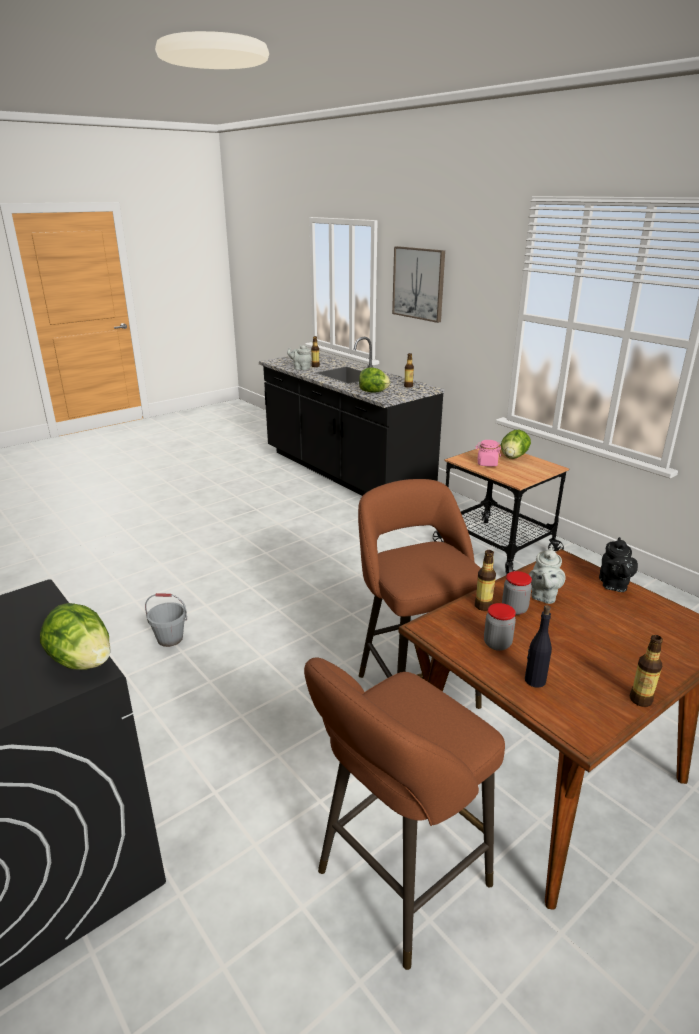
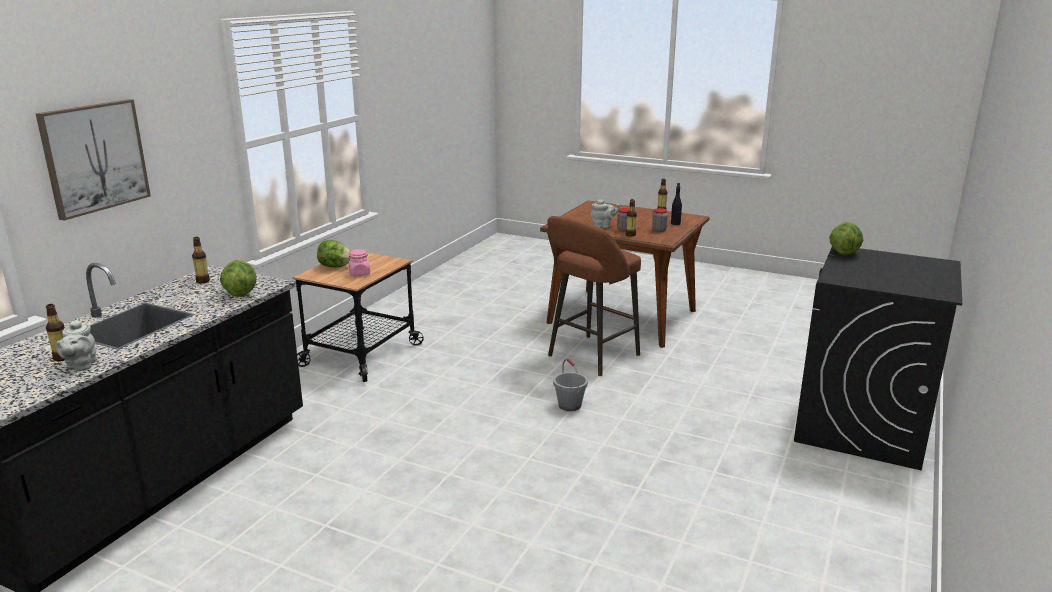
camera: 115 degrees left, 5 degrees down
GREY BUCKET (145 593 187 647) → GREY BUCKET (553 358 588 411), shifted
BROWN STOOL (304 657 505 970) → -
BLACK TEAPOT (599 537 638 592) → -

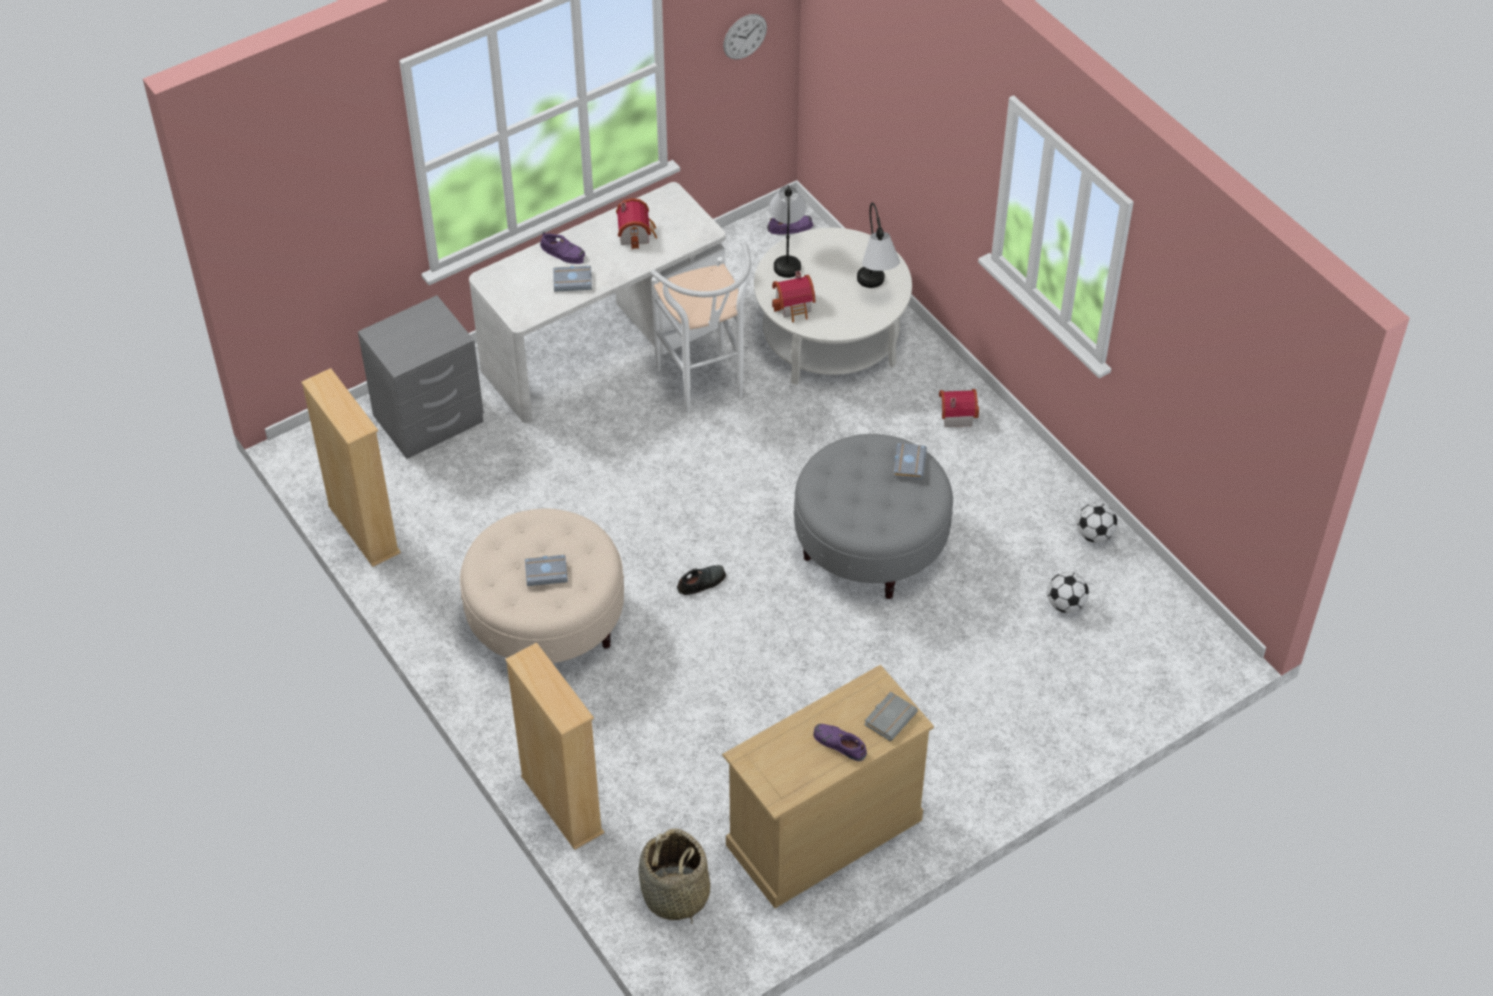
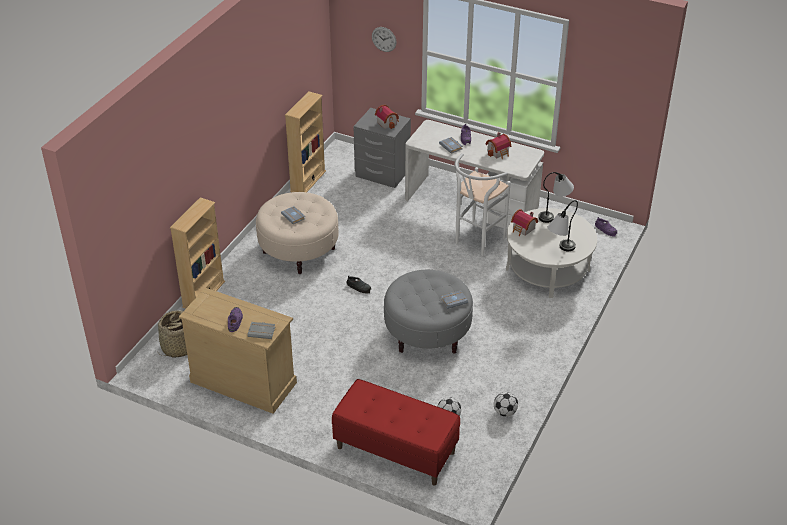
camera: 60 degrees right, 10 degrees down
WALL CLOCK (723 14 767 60) → WALL CLOCK (372 27 397 52), shifted
TOY HOUSE (939 389 979 427) → TOY HOUSE (375 105 399 129), shifted
- → RED BENCH (332 379 460 486)

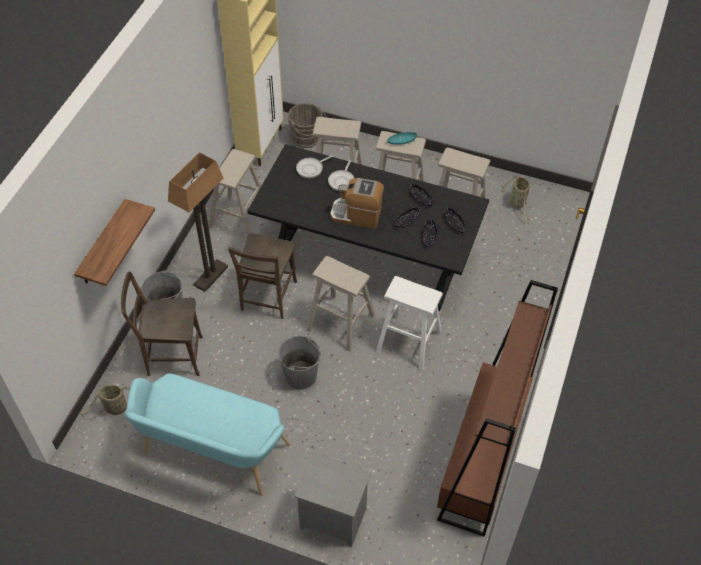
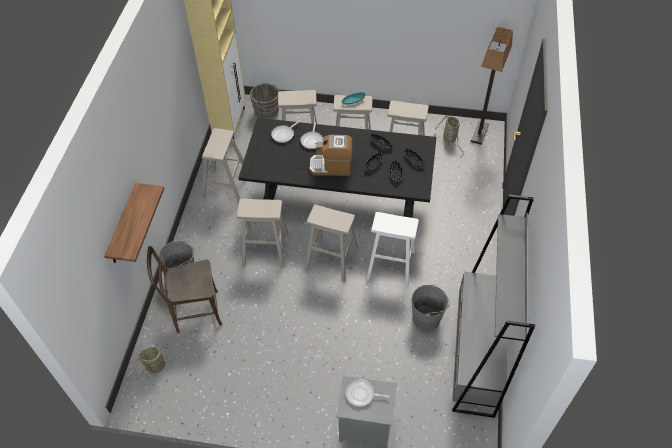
camera: 10 degrees left, 0 degrees up
TURQUOISE BENCH (125 373 290 496) → -
FLOOR LAMP (168 152 228 292) → FLOOR LAMP (471 26 513 145), shifted
BROWN CHAIR (228 234 297 319) → BEIGE STOOL (237 199 288 268)
GREY BUCKET (278 336 321 390) → GREY BUCKET (411 285 450 331), shifted
BROWN BOOKCASE (437 280 558 537) → GREY BOOKCASE (452 194 535 418)
- → FRYING PAN (345 379 390 407)

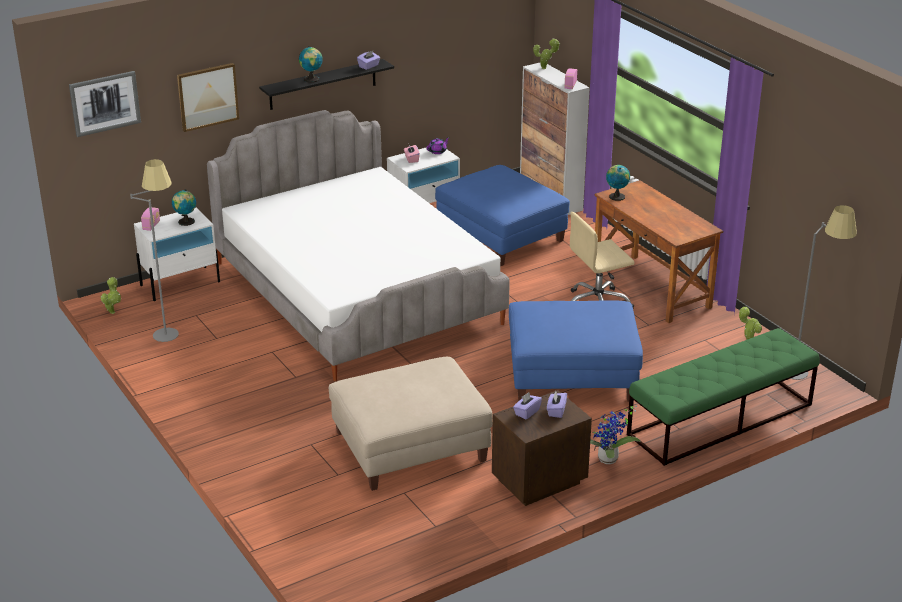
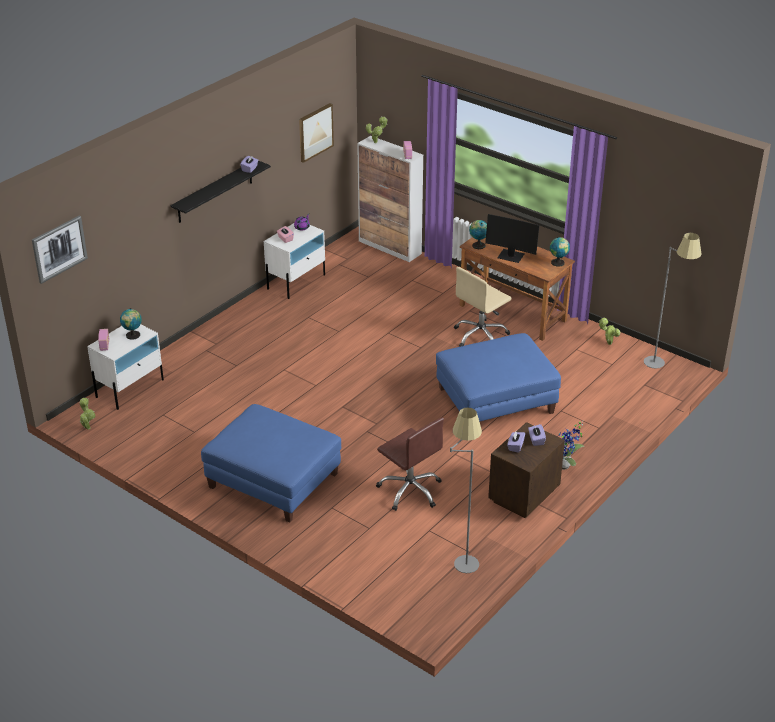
camera: 20 degrees left, 5 degrees up
GREY FLOOR LAMP (130 159 179 342) → GREY FLOOR LAMP (450 407 482 573), shifted
PICTURE (177 63 239 132) → PICTURE (299 103 334 163), shifted
BED (207 110 510 381) → -
GLOBE (299 46 323 83) → GLOBE (550 237 570 267), shifted
BEIGE OTTOMAN (329 357 493 491) → BROWN OFFICE CHAIR (376 417 444 511)
BLUE OTTOMAN (435 165 570 266) → BLUE OTTOMAN (201 404 341 523), shifted
GREEN BENCH (627 328 820 466) → -
- → MONITOR (485 214 540 263)

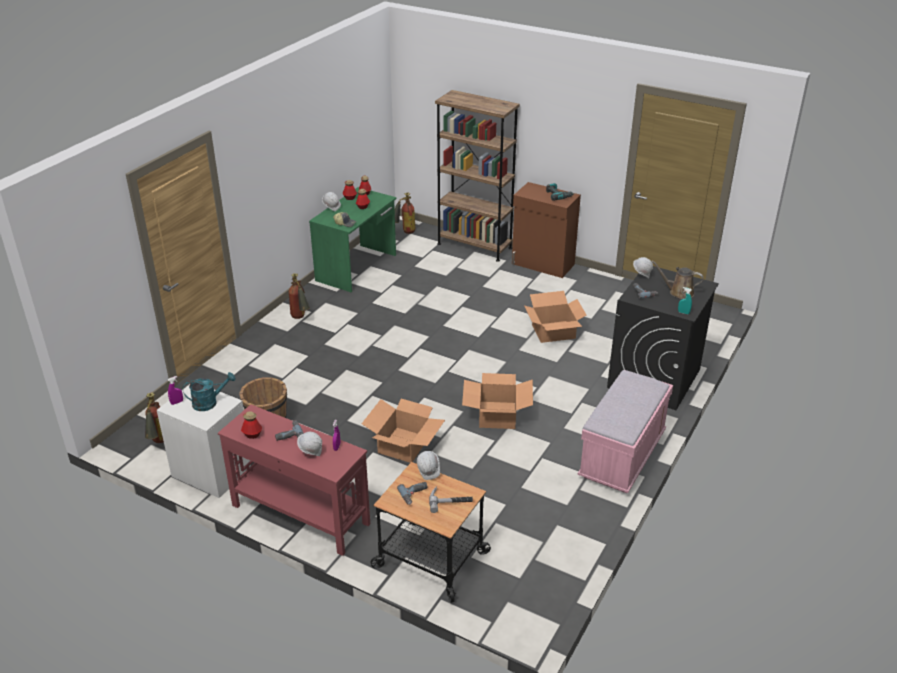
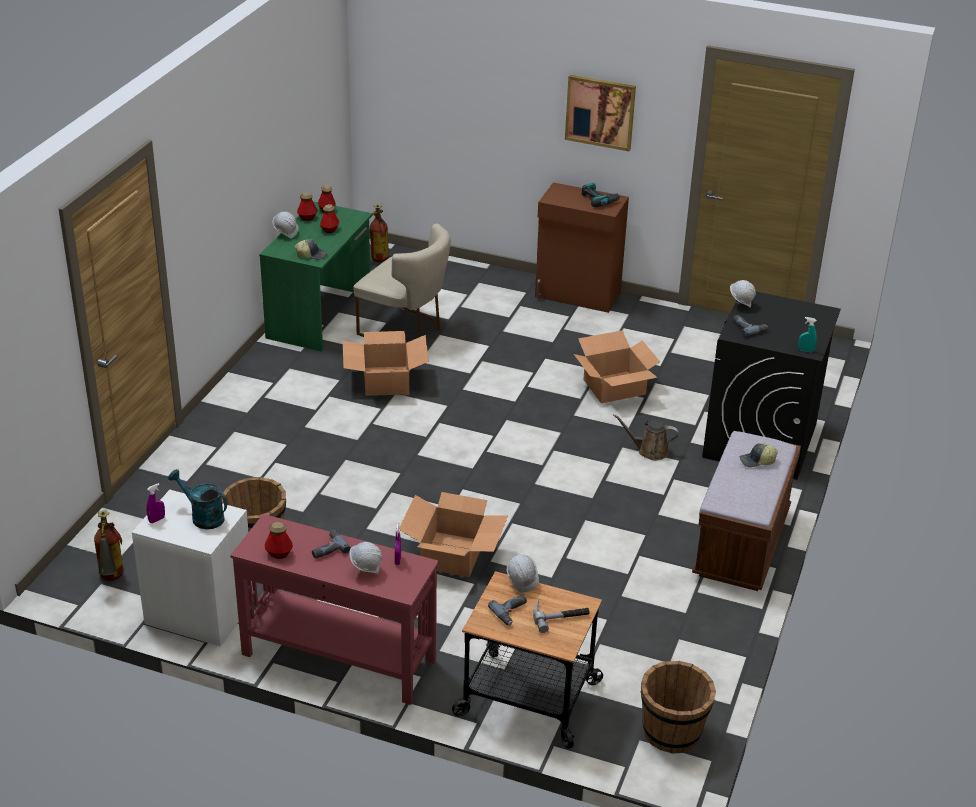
camera: 10 degrees left, 0 degrees up
TURQUOISE WATERING CAN (183 372 236 411) → TURQUOISE WATERING CAN (168 469 227 529), 120 degrees counterclockwise
FIRE EXTINGUISHER (289 273 310 319) → -
BROWN BOOKCASE (435 90 520 262) → -
CARDBOARD BOX (462 373 533 429) → CARDBOARD BOX (343 331 429 396), shifted
PINK BENCH (578 370 673 493) → BROWN BENCH (692 431 801 591)
BROWN WATERING CAN (651 261 703 299) → BROWN WATERING CAN (613 414 679 460), shifted
- → BEIGE CHAIR (353 224 451 337)
- → PICTURE (565 75 636 151)
- → BROWN BUCKET (641 661 716 754)
- → CAP (739 443 778 467)

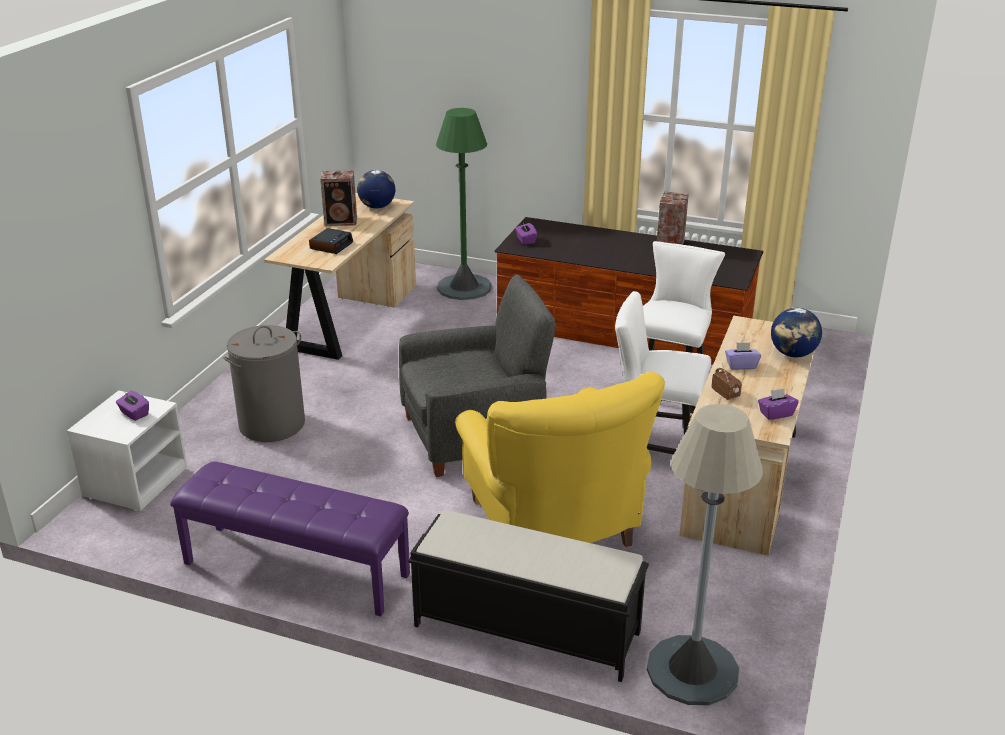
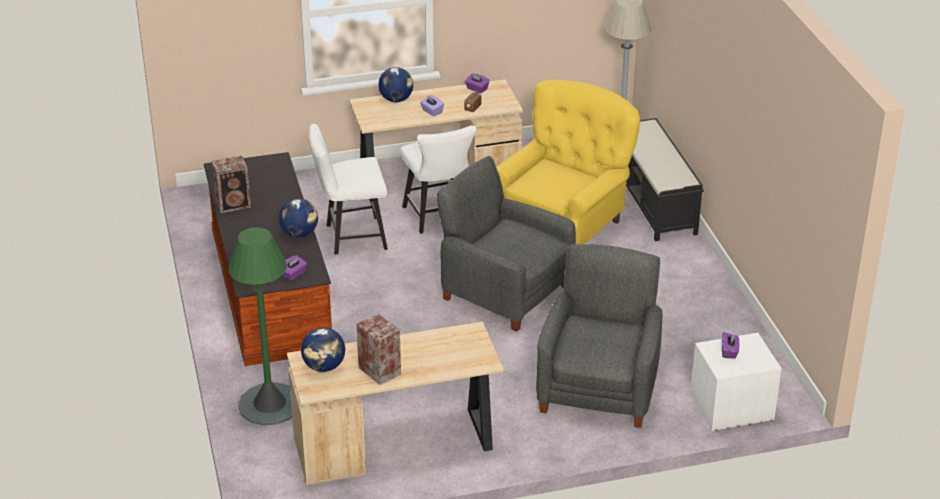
camera: 125 degrees left, 5 degrees up
PURPLE BENCH (170 461 410 616) → -
GREY LAUNDRY BASKET (223 325 305 442) → GREY ARMCHAIR (536 244 663 428)
ALARM CLOCK (309 228 353 254) → -
- → GLOBE (279 198 318 238)

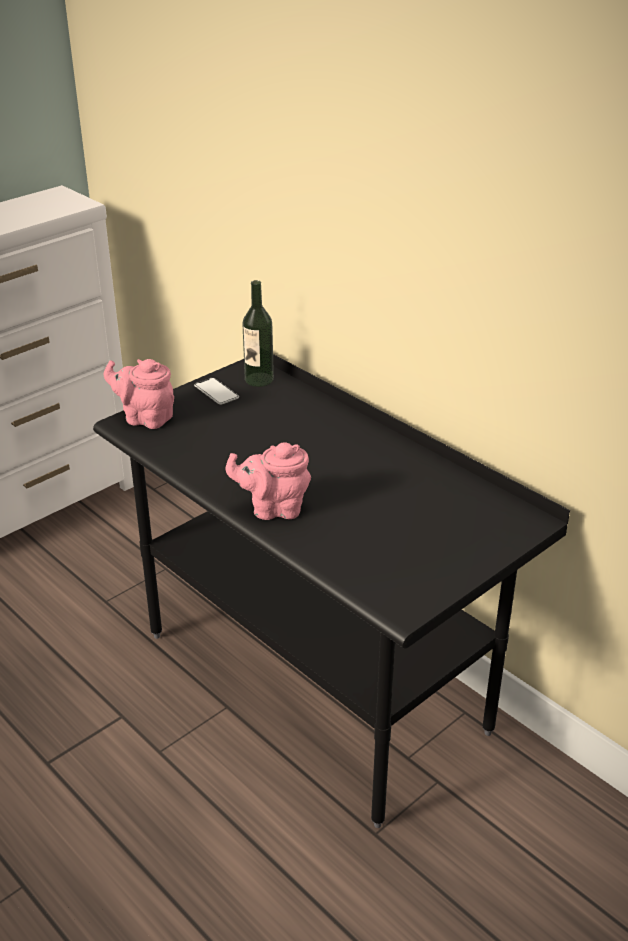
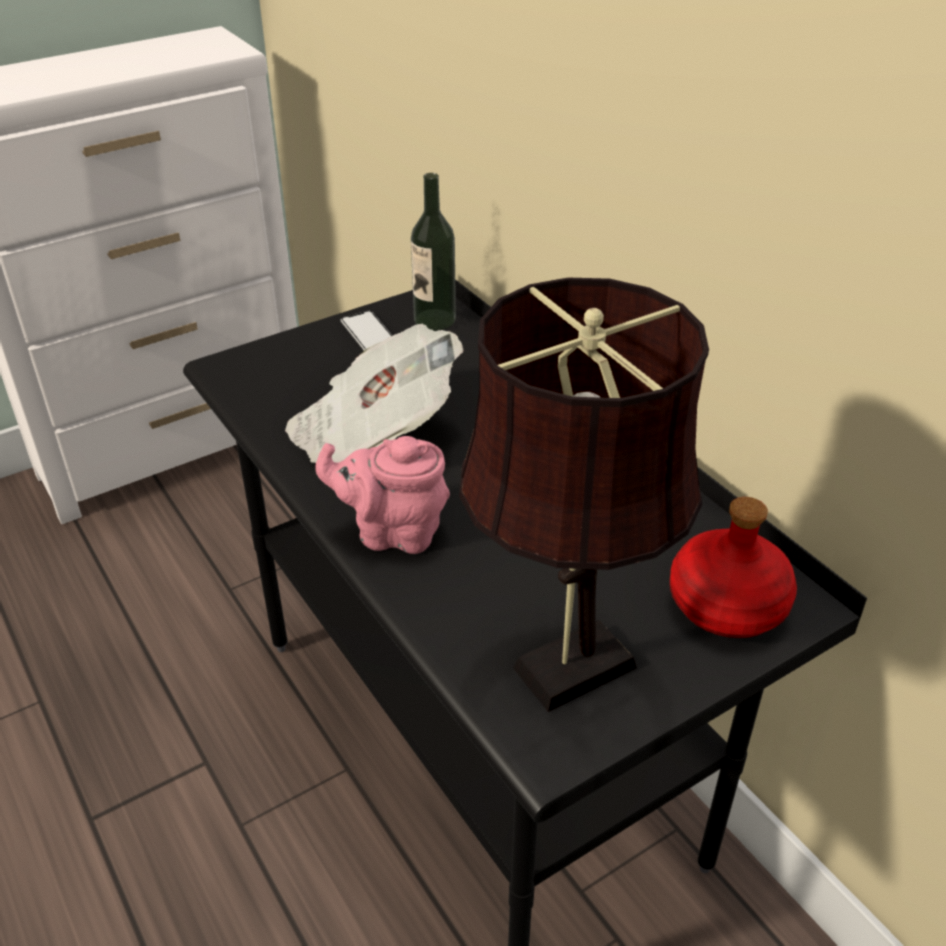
camera: 10 degrees right, 5 degrees up
PINK TEAPOT (104 359 174 429) → -
- → NEWSPAPER (285 323 463 463)
- → BROWN TABLE LAMP (459 278 709 712)
- → RED BOTTLE (670 497 797 638)

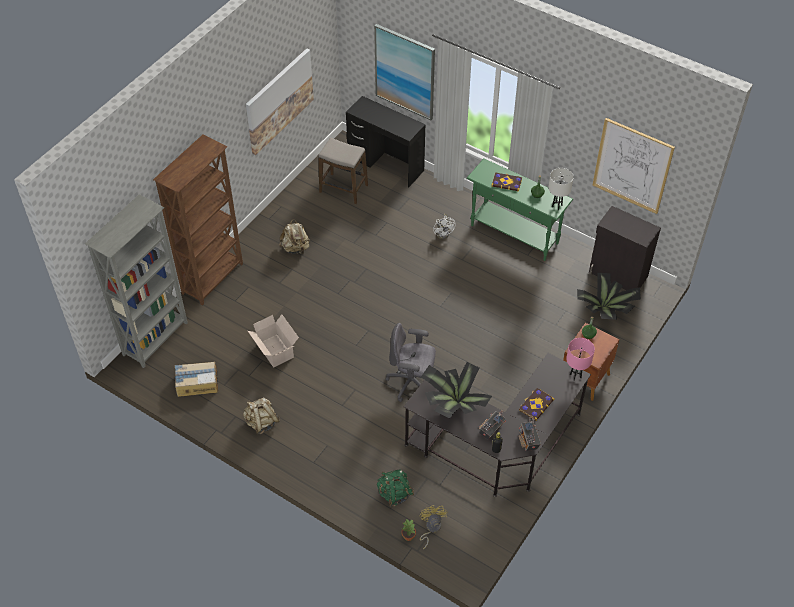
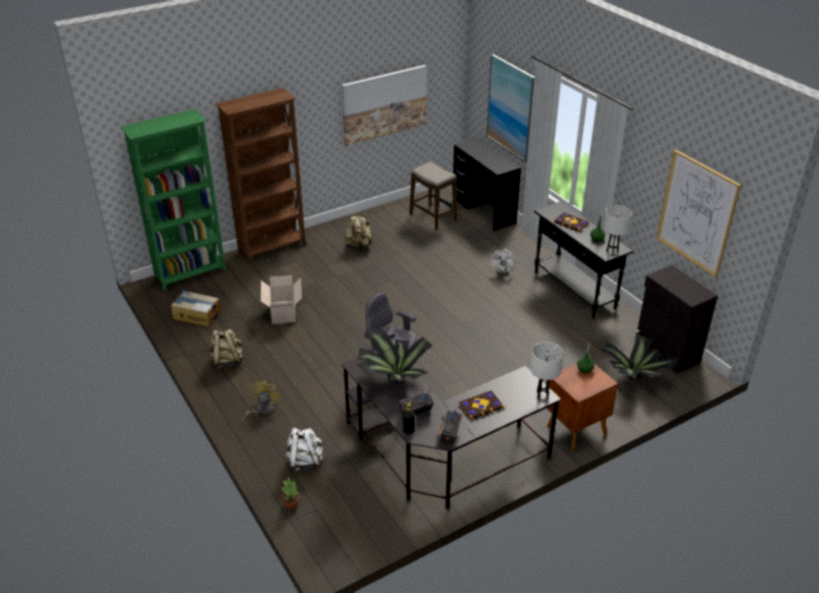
camera: 25 degrees right, 15 degrees down
GREY BOOKCASE (85 194 188 368) → GREEN BOOKCASE (121 109 226 291)
GREEN BACKPACK (377 469 414 507) → WHITE BACKPACK (286 428 325 471)
YELLOW FAN (420 505 447 549) → YELLOW FAN (241 380 281 423), shifted
GREEN CONSOLE TABLE (467 159 573 261) → BLACK CONSOLE TABLE (534 201 634 319)
PINK TABLE LAMP (566 338 595 381) → WHITE TABLE LAMP (530 342 564 399)

